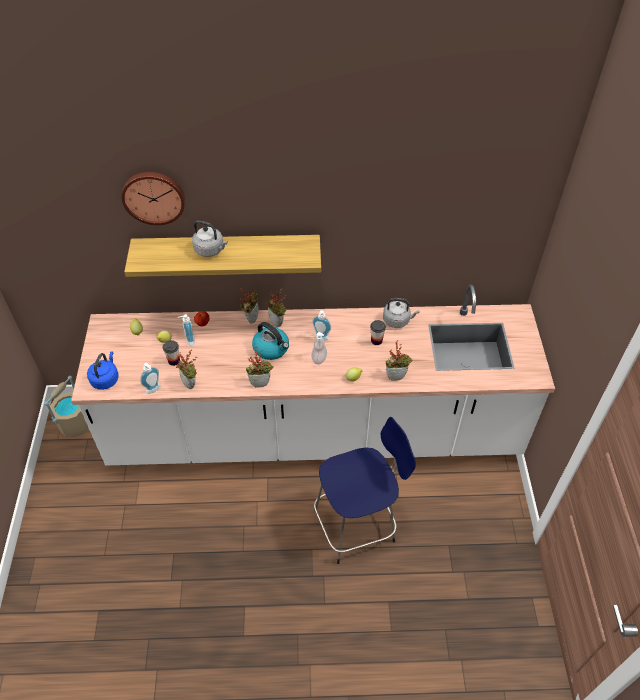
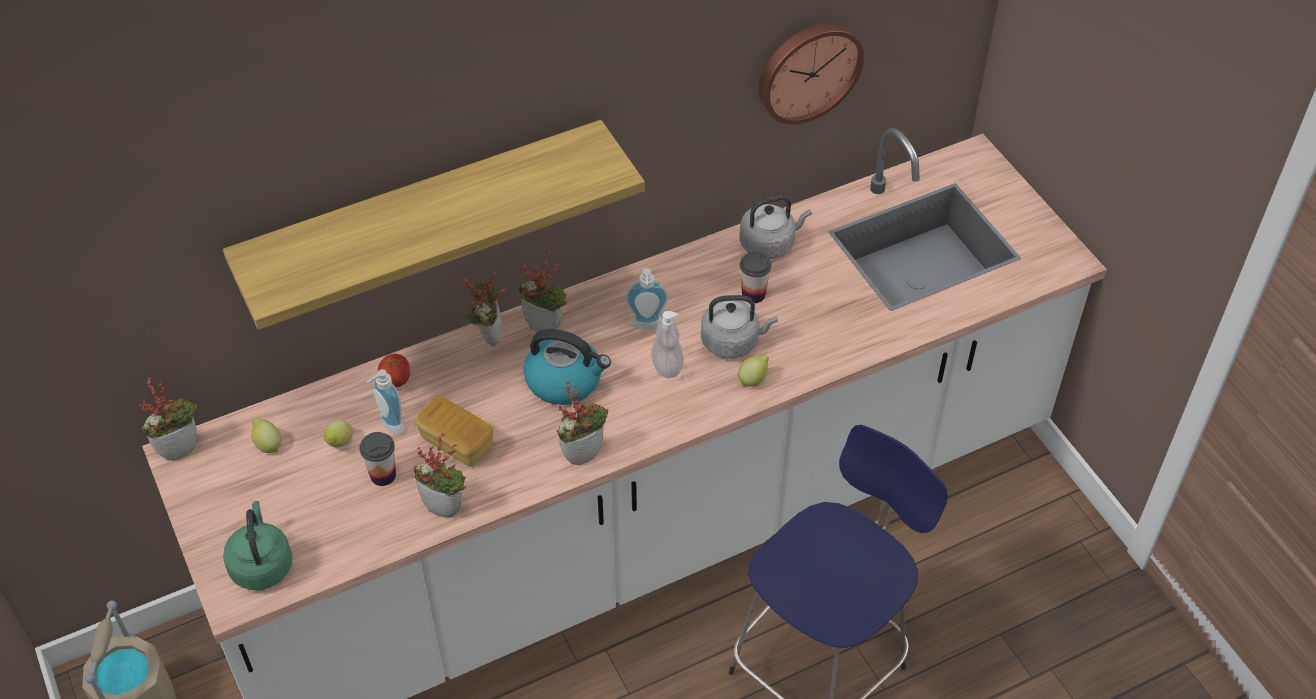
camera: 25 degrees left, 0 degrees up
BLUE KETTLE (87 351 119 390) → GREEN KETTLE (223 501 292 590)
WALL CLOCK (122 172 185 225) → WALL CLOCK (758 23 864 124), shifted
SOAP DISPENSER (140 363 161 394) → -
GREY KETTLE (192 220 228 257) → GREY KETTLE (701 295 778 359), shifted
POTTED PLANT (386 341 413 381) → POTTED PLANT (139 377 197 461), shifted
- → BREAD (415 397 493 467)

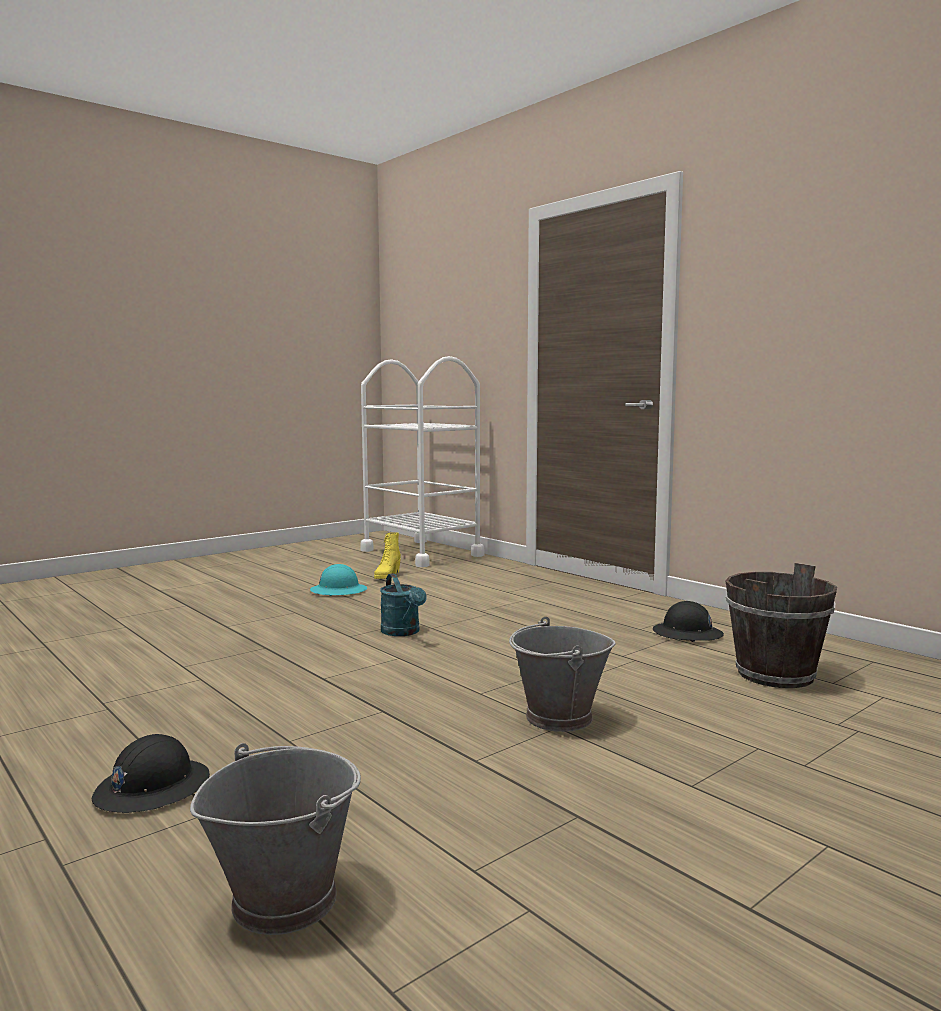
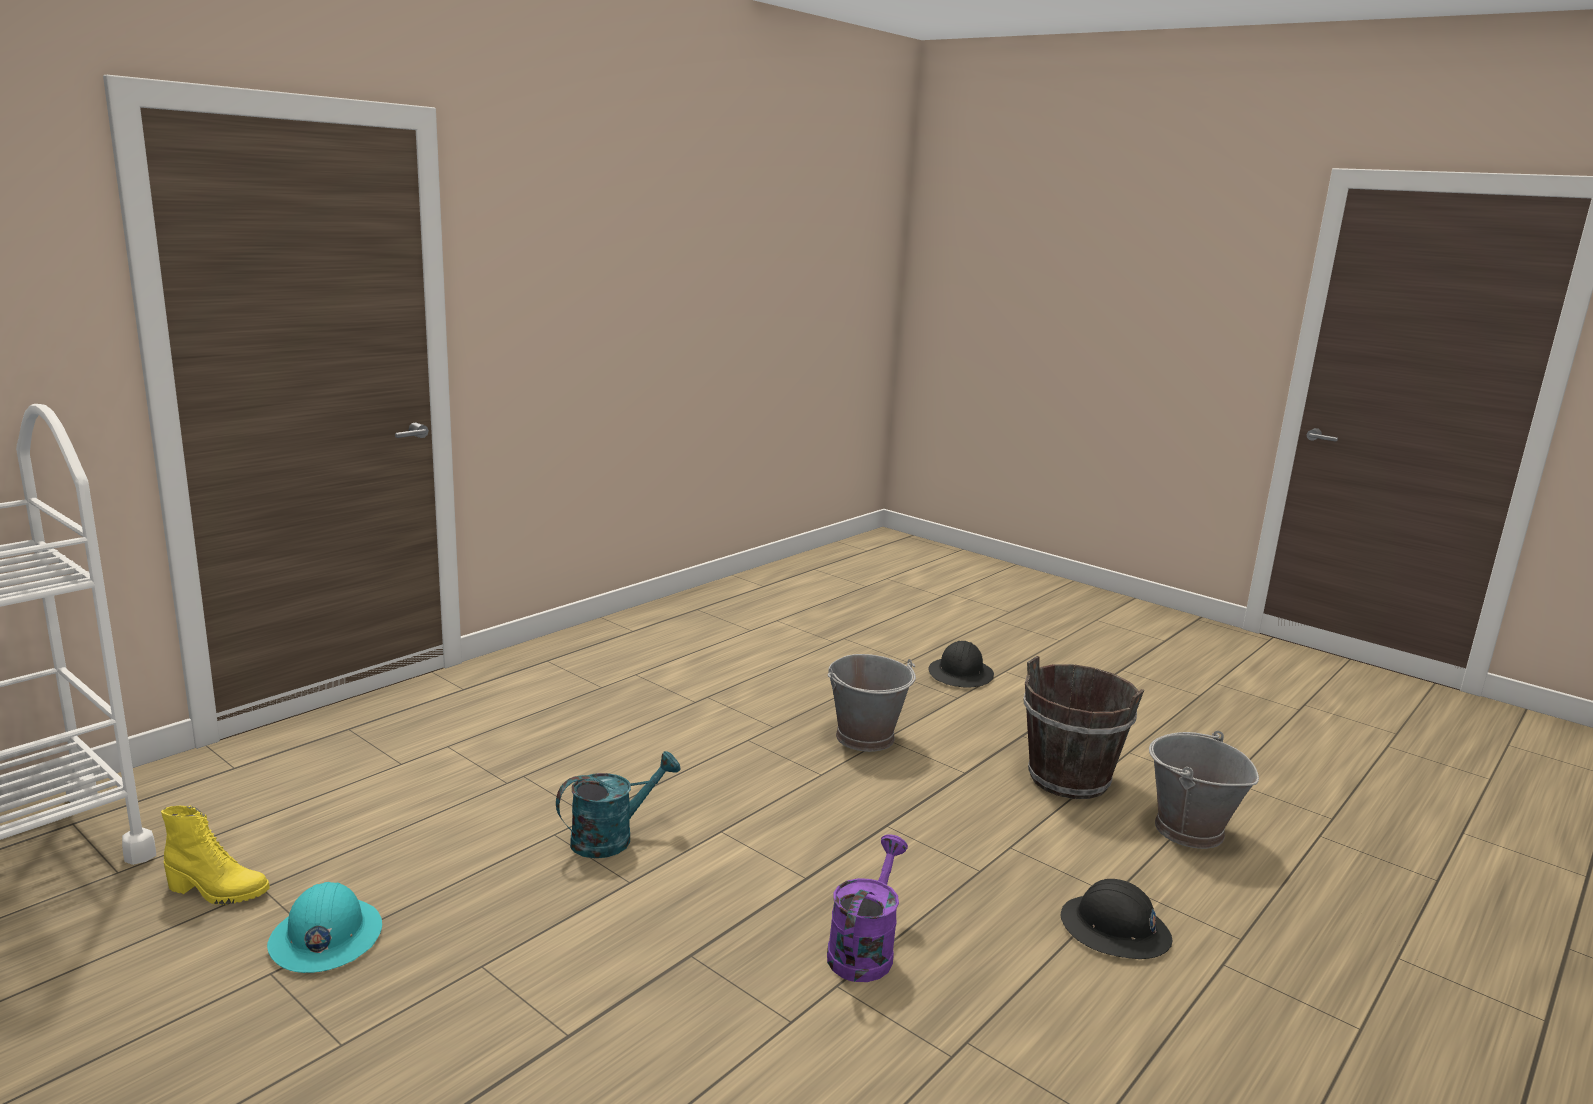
camera: 100 degrees left, 10 degrees up
BLACK HARD HAT (653 601 724 642) → BLACK HARD HAT (929 641 994 688), shifted
BROWN BUCKET (726 563 837 688) → BROWN BUCKET (1023 656 1144 799), shifted
- → PURPLE WATERING CAN (827 834 908 982)

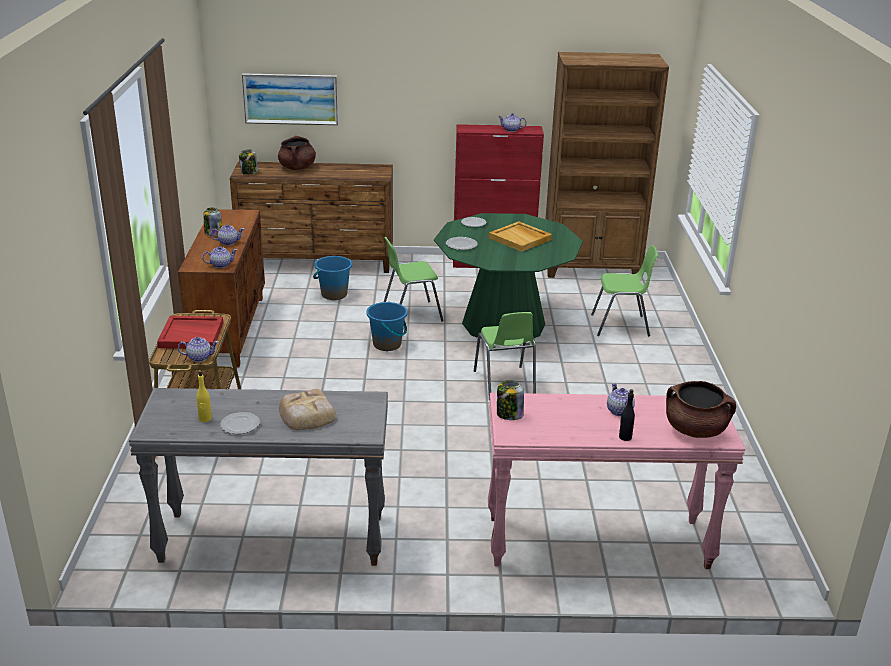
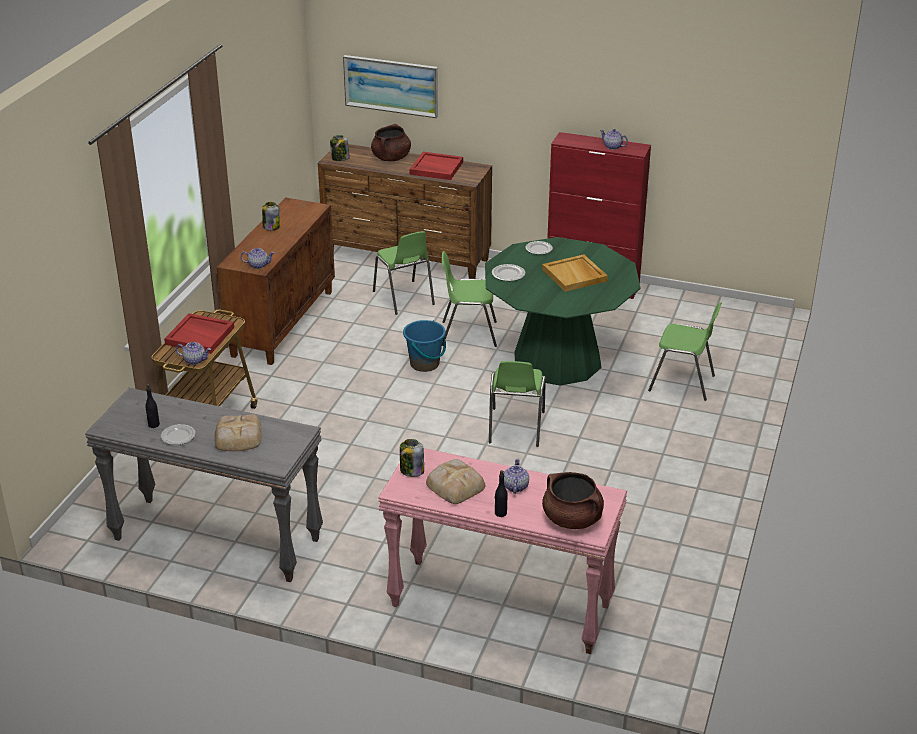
camera: 20 degrees right, 5 degrees up
YELLOW BOTTLE (196 371 212 422) → BLACK BOTTLE (145 384 160 428)
TEAPOT (210 224 244 245) → -
BLUE BUCKET (313 256 352 300) → GREEN CHAIR (373 231 435 315)
BROWN BOOKCASE (546 52 669 278) → -
- → RED TRAY (409 152 463 180)
- → BREAD (426 459 485 504)

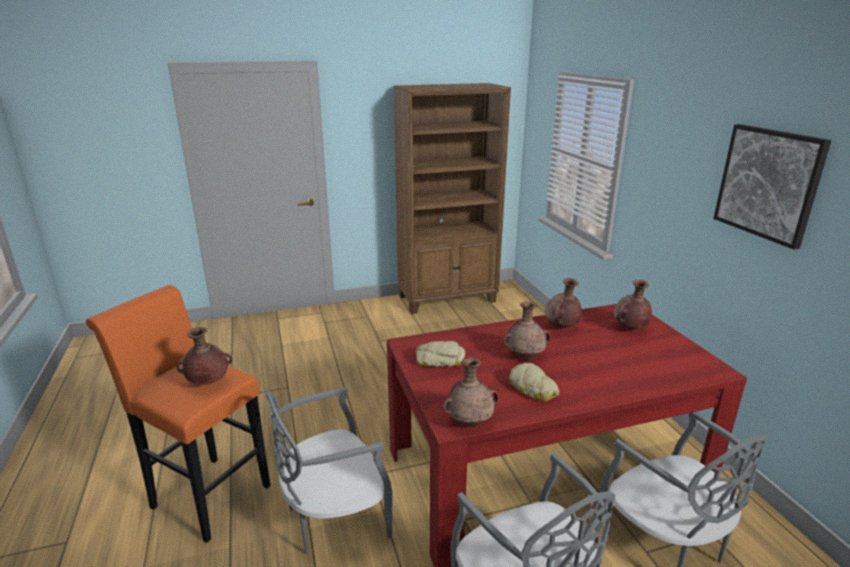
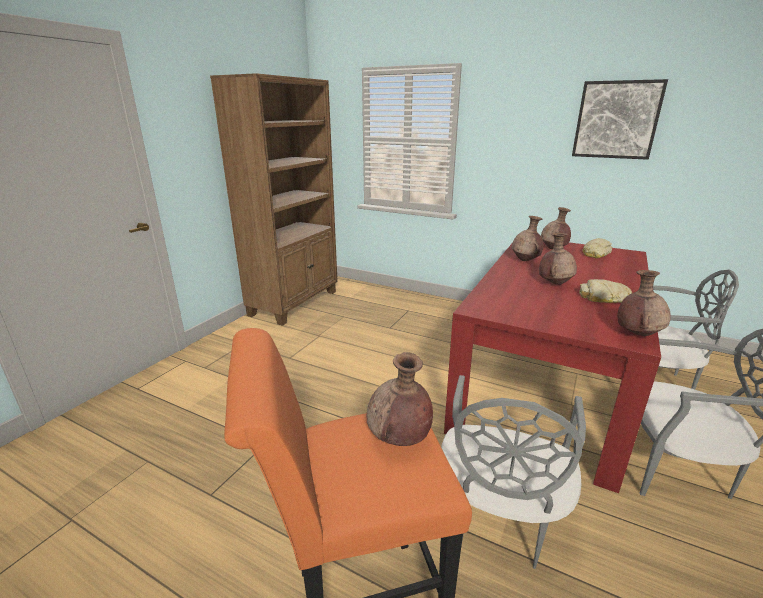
camera: 45 degrees left, 0 degrees up
BREAD (416 341 465 367) → BREAD (582 238 612 258), shifted

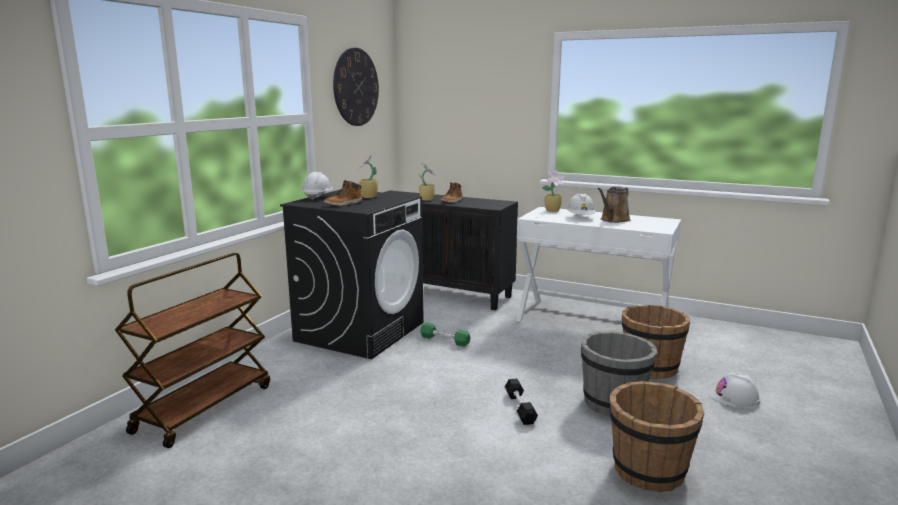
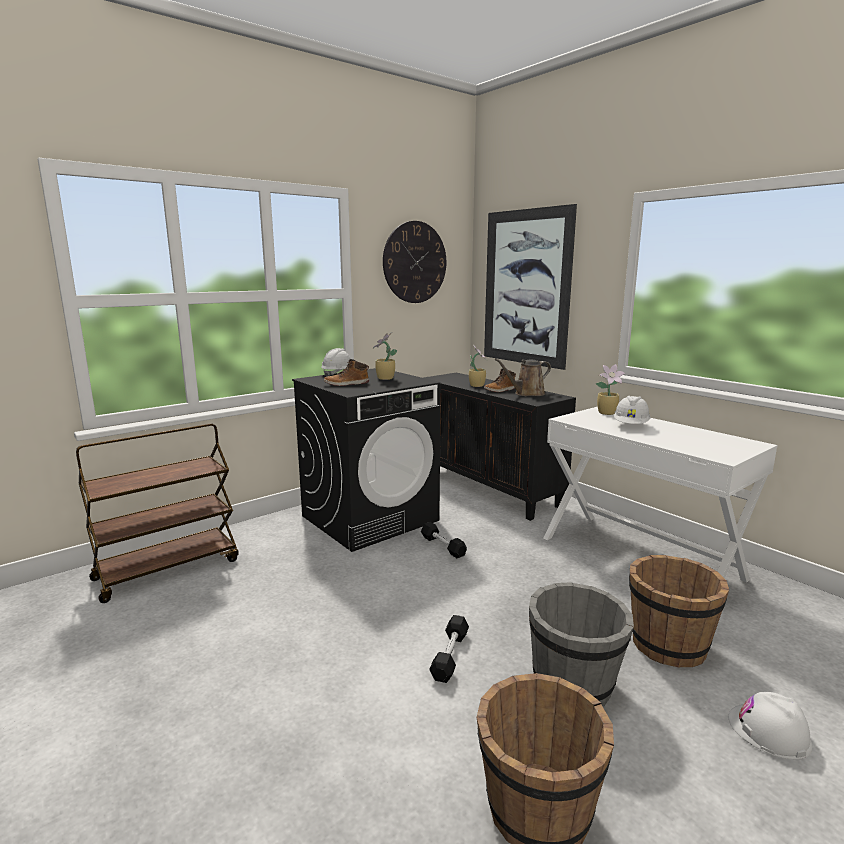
camera: 25 degrees right, 0 degrees up
GREEN DUMBBELL (420 322 471 347) → BLACK DUMBBELL (421 522 467 558)
BROWN WATERING CAN (597 186 631 223) → BROWN WATERING CAN (495 358 551 396), shifted
- → PICTURE (484 204 577 370)

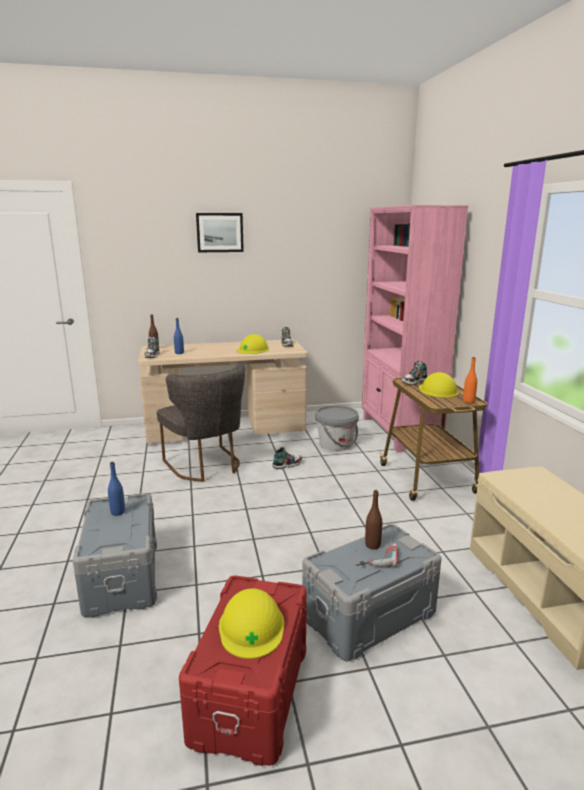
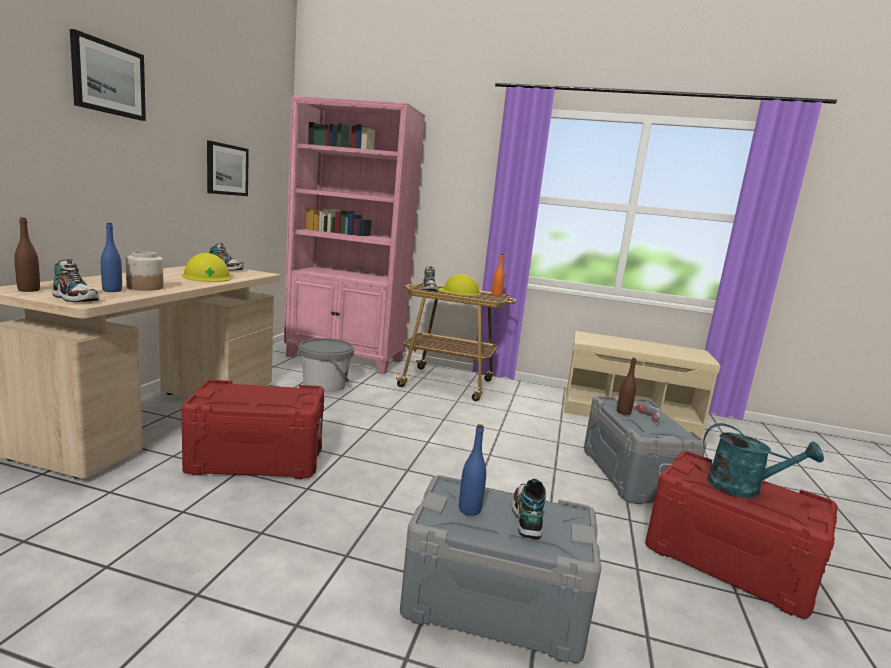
camera: 65 degrees left, 5 degrees down
GREY CHAIR (156 364 245 482) → RED STORAGE BOX (181 380 324 479)
YELLOW HARD HAT (219 588 284 659) → TURQUOISE WATERING CAN (703 423 824 498)
SHOE (273 447 302 469) → SHOE (511 479 546 539), shifted
- → JAR (126 251 164 291)
- → PICTURE (207 141 249 196)

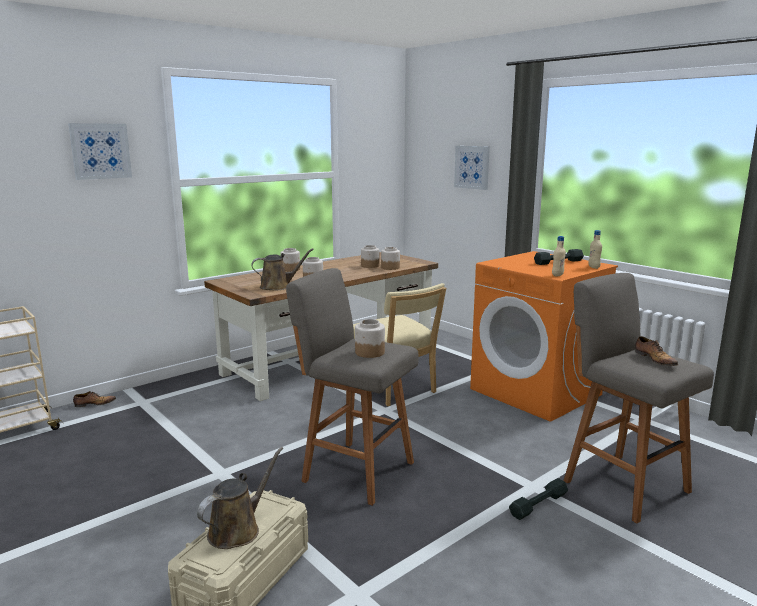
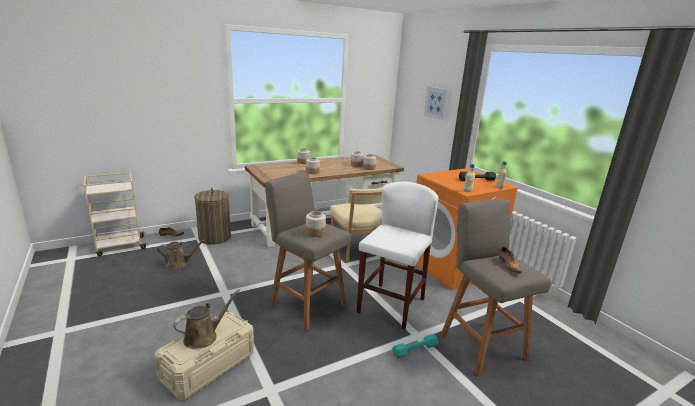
camera: 10 degrees right, 5 degrees up
PICTURE (68 123 132 180) → -
BROWN WATERING CAN (251 248 314 290) → BROWN WATERING CAN (157 240 205 269), shifted
GREY DUMBBELL (509 478 568 520) → TURQUOISE DUMBBELL (392 334 439 358)
- → LAUNDRY BASKET (194 188 231 245)
- → WHITE STOOL (357 182 438 330)

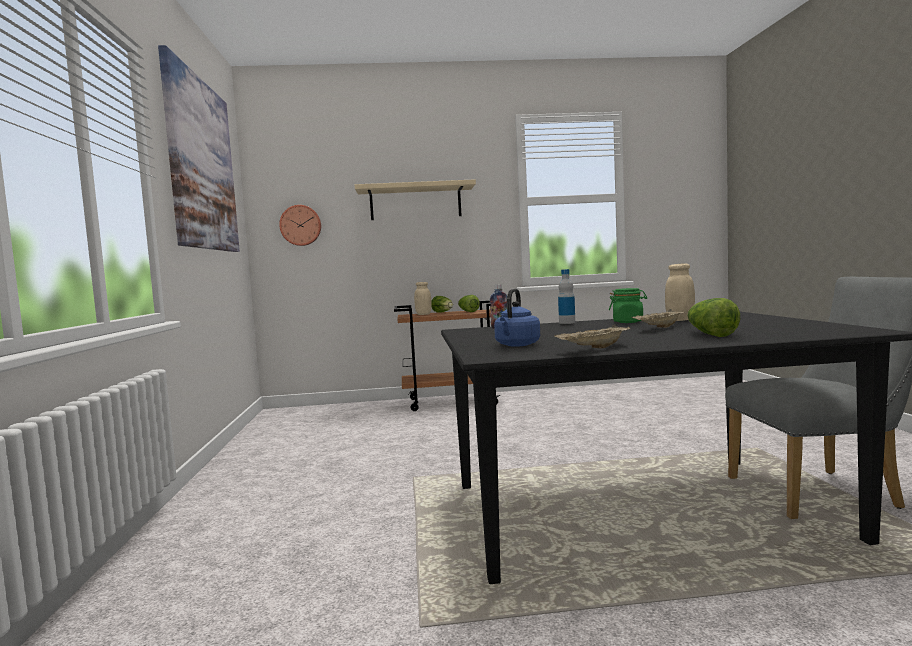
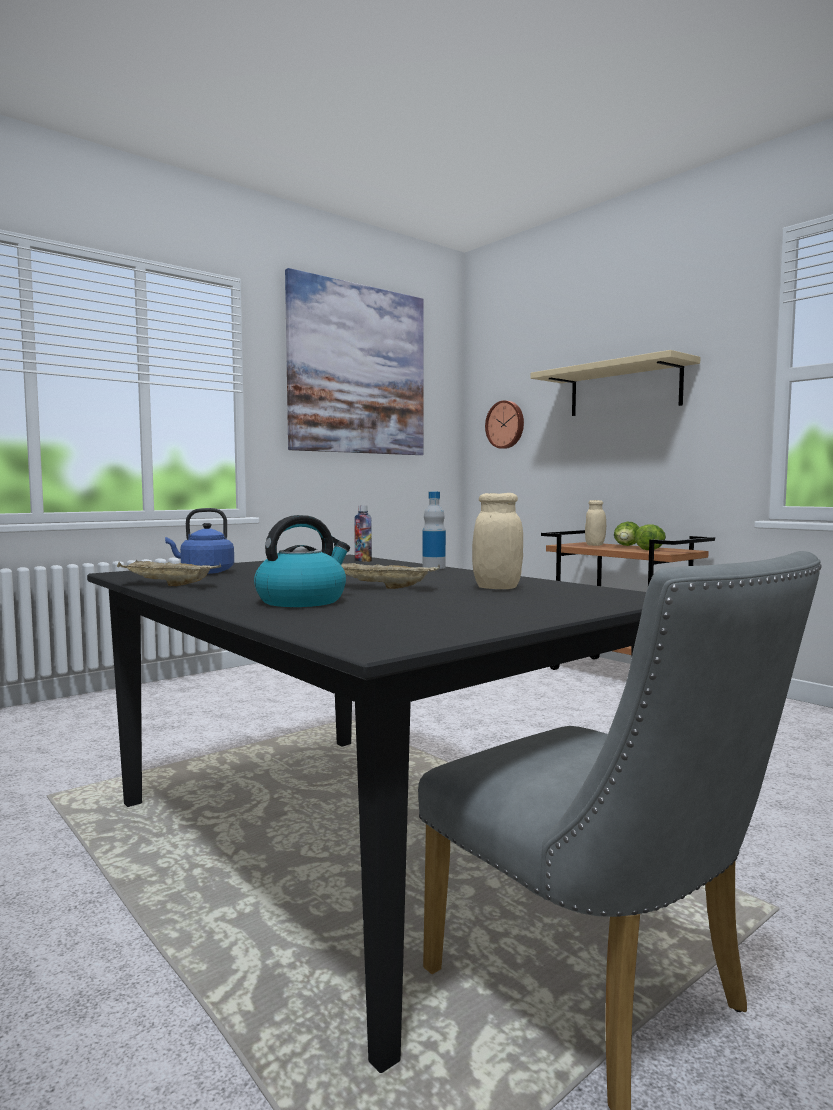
camera: 55 degrees right, 0 degrees up
GREEN JAR (609 288 647 323) → -
LETTUCE (687 298 740 337) → KETTLE (254 515 350 607)

